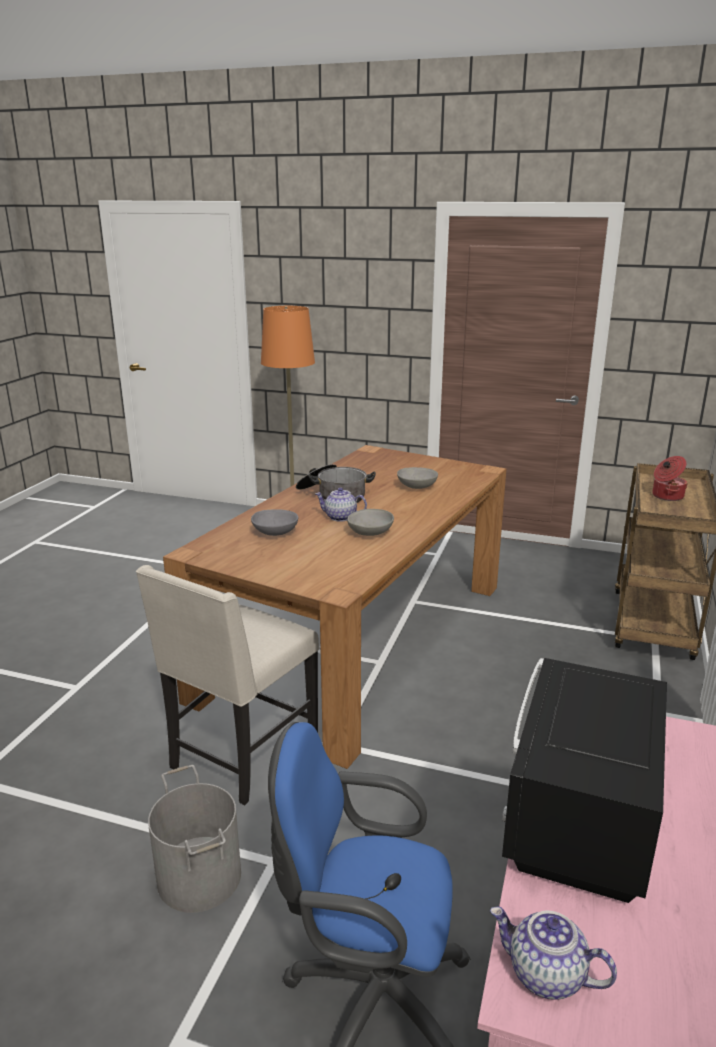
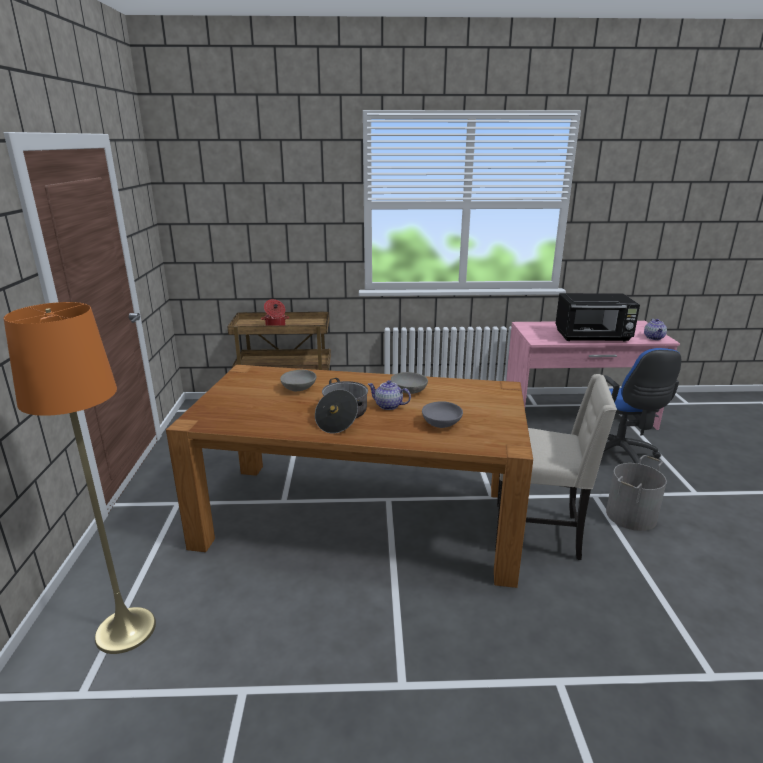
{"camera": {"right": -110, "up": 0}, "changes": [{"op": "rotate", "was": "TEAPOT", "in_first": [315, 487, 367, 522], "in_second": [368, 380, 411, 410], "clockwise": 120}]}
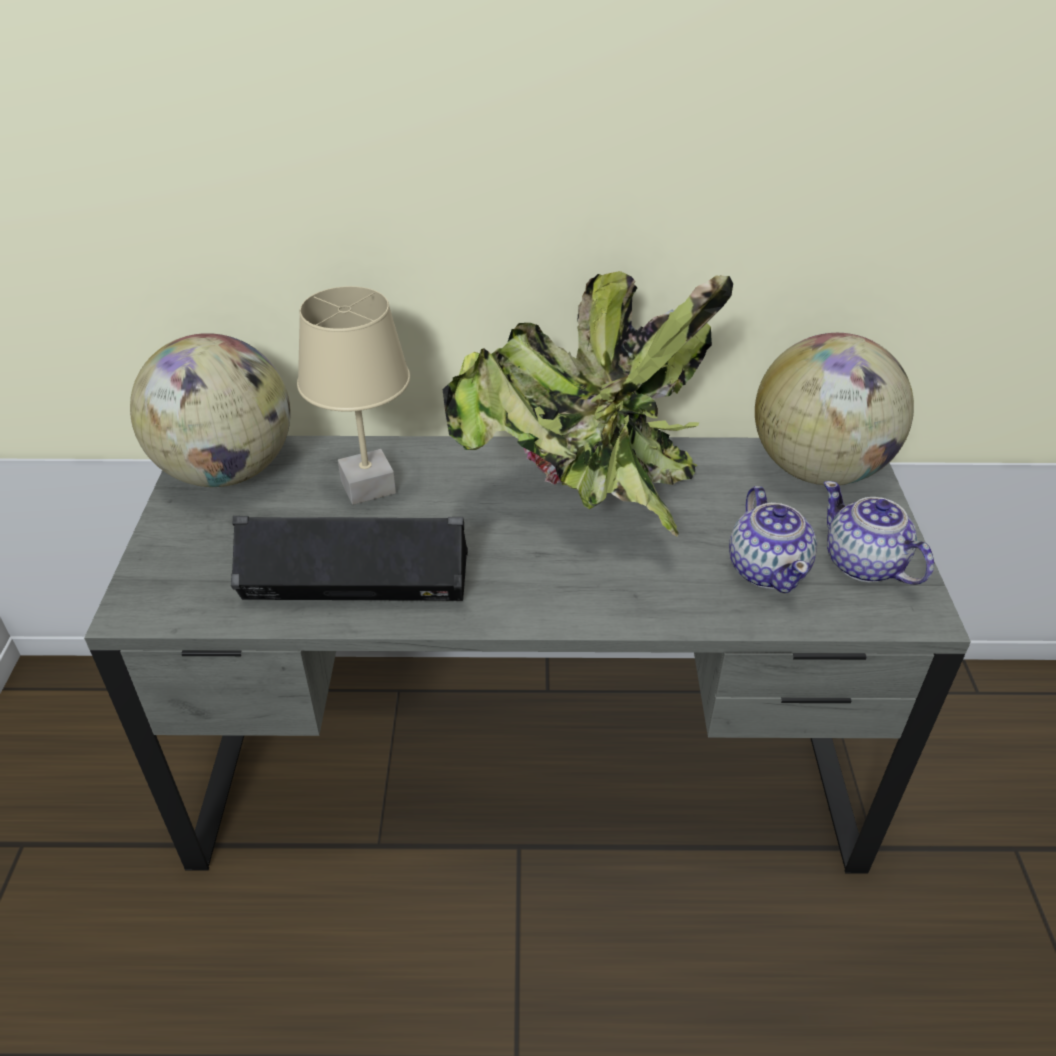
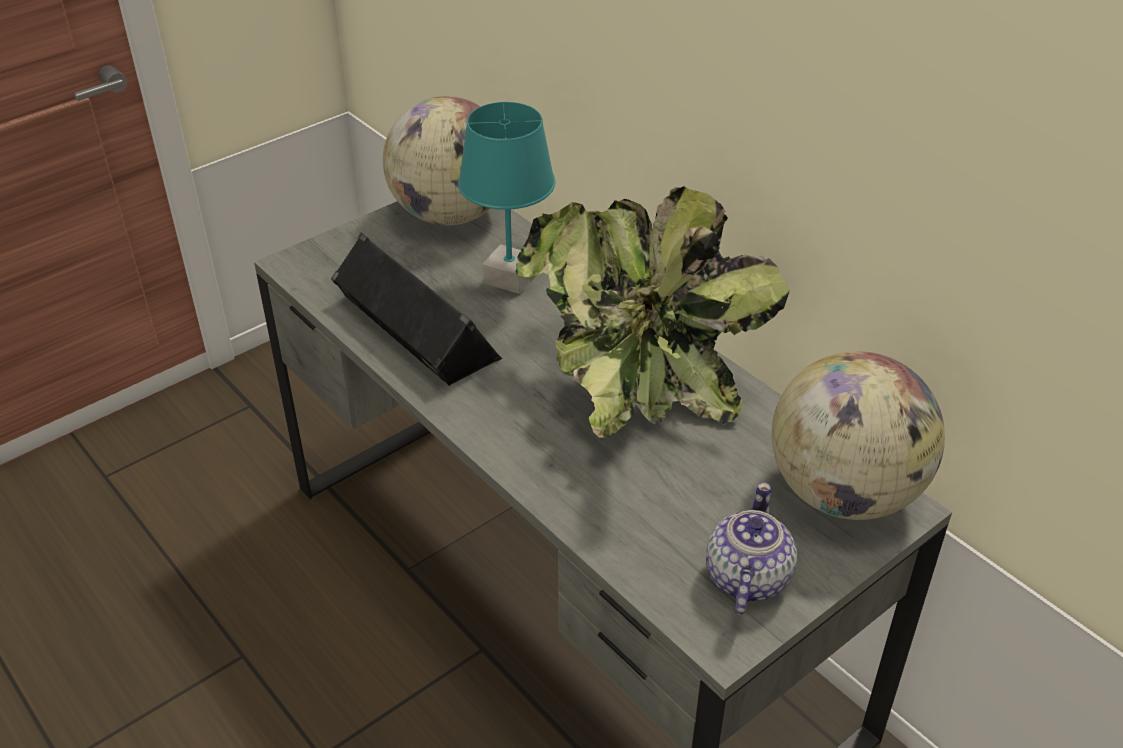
{"camera": {"right": 50, "up": 0}, "changes": [{"op": "recolor", "was": "SAND-COLOURED TABLE LAMP", "now": "TURQUOISE TABLE LAMP", "in_first": [297, 286, 410, 505], "in_second": [458, 102, 555, 294]}, {"op": "delete", "was": "TEAPOT", "in_first": [729, 486, 817, 593]}]}
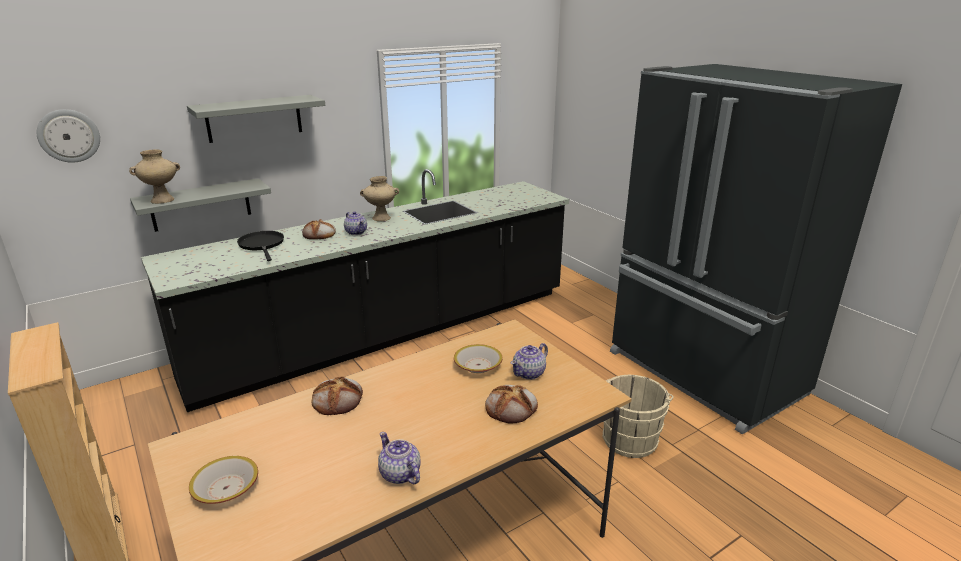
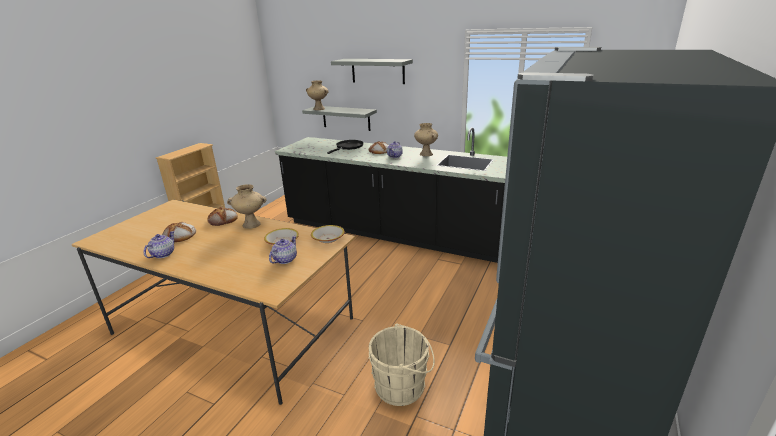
{"camera": {"right": 60, "up": 0}, "changes": [{"op": "move", "was": "BREAD", "in_first": [485, 385, 538, 424], "in_second": [162, 222, 196, 242]}, {"op": "insert", "now": "SAND-COLOURED VASE", "in_second": [227, 184, 267, 229]}, {"op": "rotate", "was": "TEAPOT", "in_first": [511, 343, 548, 380], "in_second": [269, 236, 297, 264], "clockwise": 105}, {"op": "move", "was": "BOWL", "in_first": [189, 456, 258, 504], "in_second": [311, 225, 345, 243]}, {"op": "delete", "was": "CLOCK ON THE WALL", "in_first": [37, 109, 100, 163]}]}
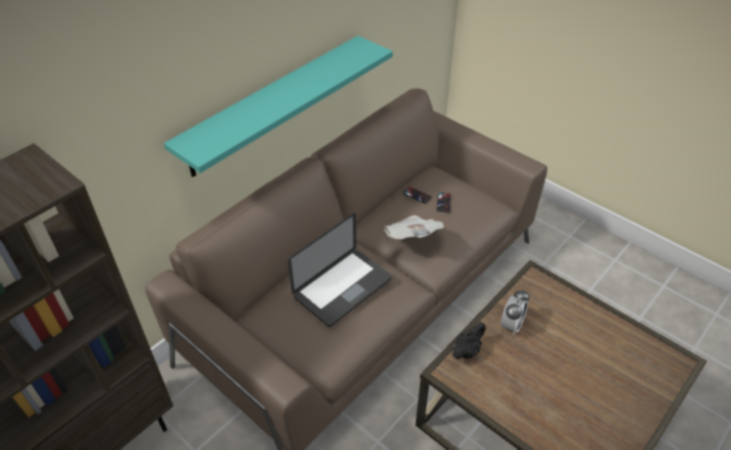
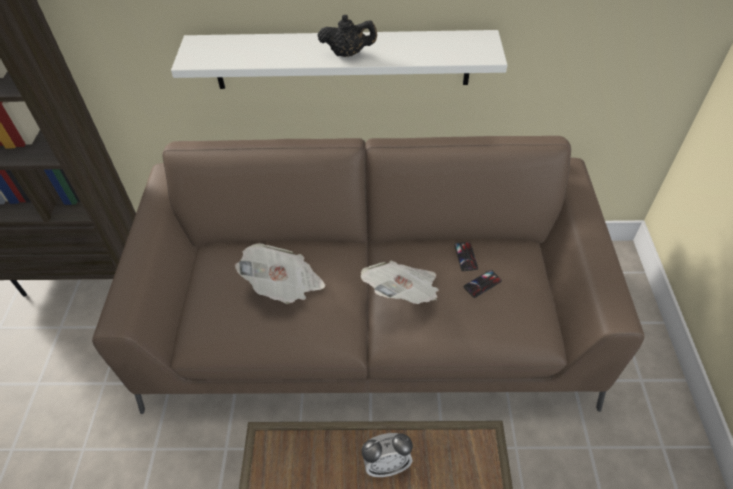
{"camera": {"right": 50, "up": 5}, "changes": [{"op": "recolor", "was": "TURQUOISE WALL SHELF", "now": "WHITISH WALL SHELF", "in_first": [164, 36, 393, 177], "in_second": [171, 30, 507, 89]}, {"op": "replace", "was": "LAPTOP", "now": "PRINTED PAPER", "in_first": [288, 213, 392, 327], "in_second": [235, 243, 325, 304]}, {"op": "move", "was": "BLACK TEAPOT", "in_first": [452, 322, 486, 359], "in_second": [317, 15, 377, 57]}]}
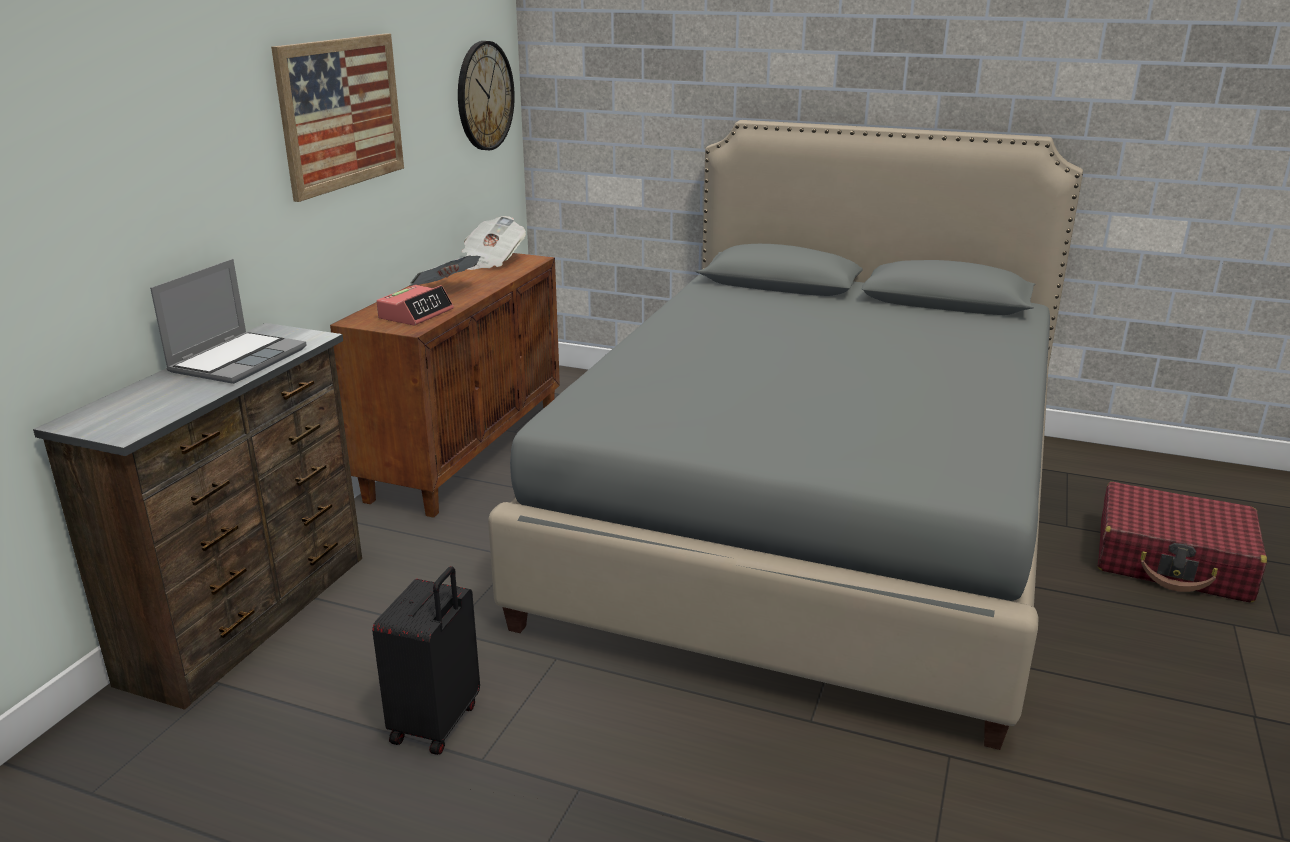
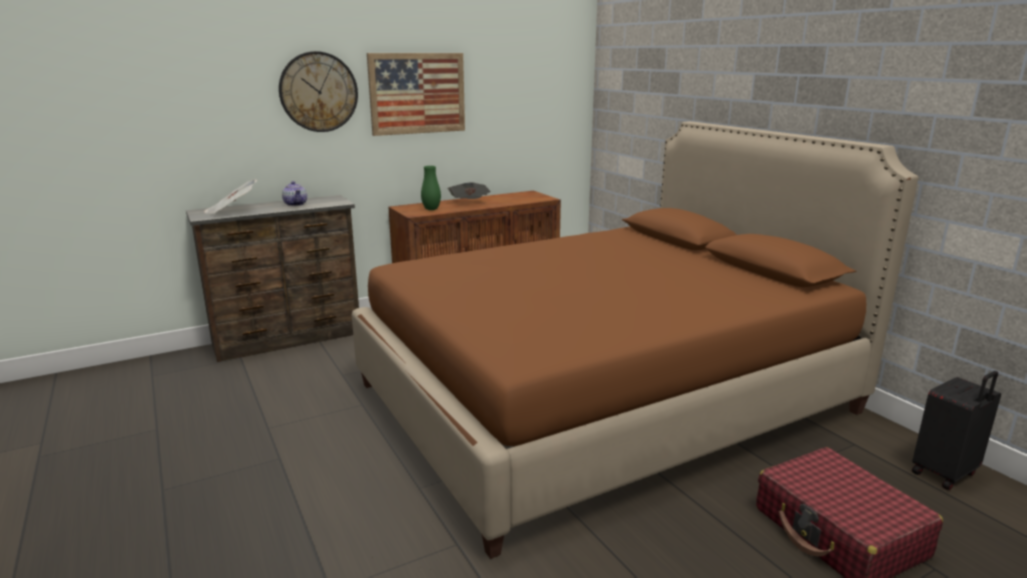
{"camera": {"right": 40, "up": -5}, "changes": [{"op": "move", "was": "PRINTED PAPER", "in_first": [462, 216, 526, 270], "in_second": [204, 179, 257, 214]}, {"op": "move", "was": "CLOCK ON THE WALL", "in_first": [458, 41, 515, 150], "in_second": [279, 51, 358, 132]}, {"op": "replace", "was": "LAPTOP", "now": "TEAPOT", "in_first": [150, 259, 306, 384], "in_second": [282, 181, 307, 206]}, {"op": "recolor", "was": "GREY SLEEPING BED", "now": "BROWNISH SLEEPING BED", "in_first": [488, 120, 1083, 750], "in_second": [352, 121, 918, 559]}, {"op": "replace", "was": "TABLE CLOCK", "now": "GREEN-COLOURED VASE", "in_first": [376, 285, 454, 325], "in_second": [421, 166, 441, 210]}, {"op": "move", "was": "BLACK TRAVEL CASE", "in_first": [372, 566, 480, 755], "in_second": [912, 371, 1001, 490]}]}
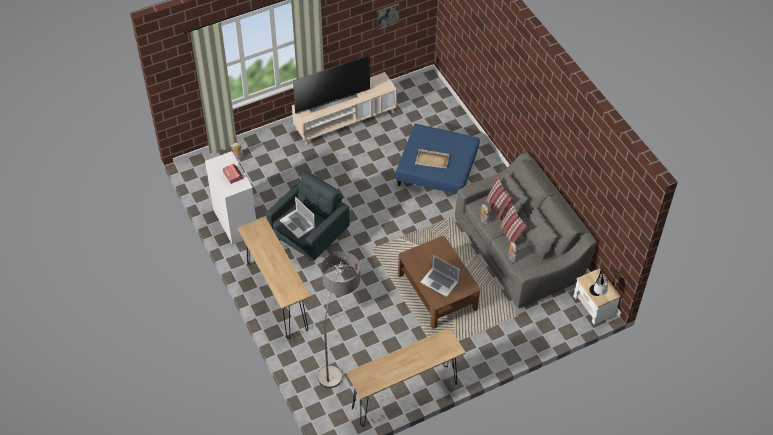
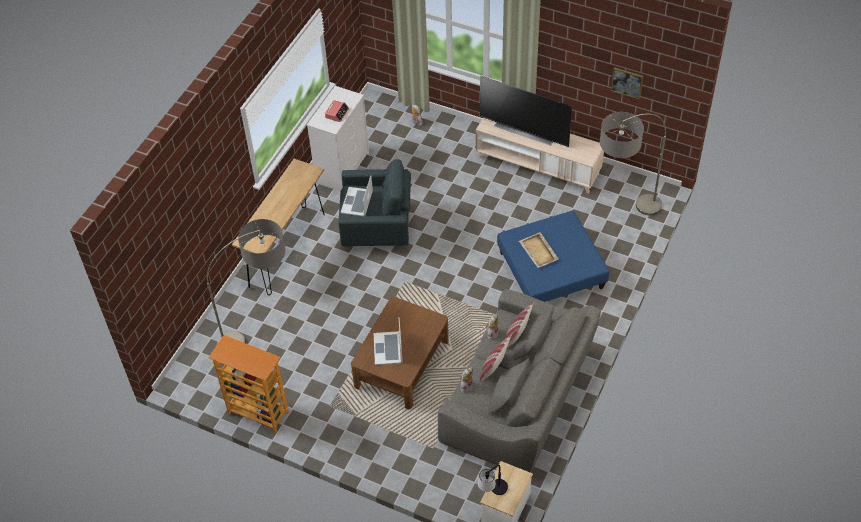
{"camera": {"right": 55, "up": 0}, "changes": [{"op": "replace", "was": "BROWNISH HALL TABLE", "now": "SHELVING UNIT", "in_first": [346, 328, 466, 426], "in_second": [208, 335, 289, 434]}, {"op": "insert", "now": "STANDARD LAMP", "in_second": [600, 112, 666, 215]}]}
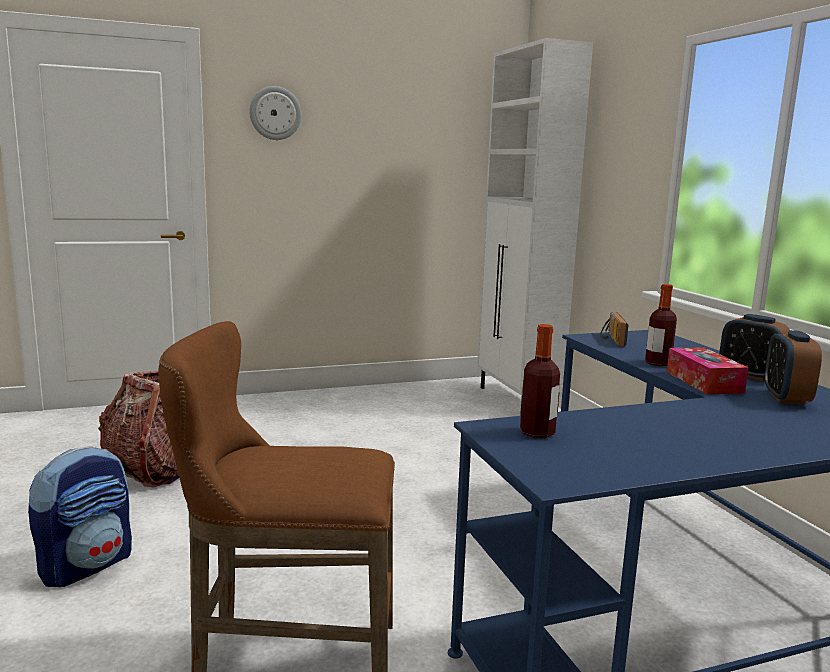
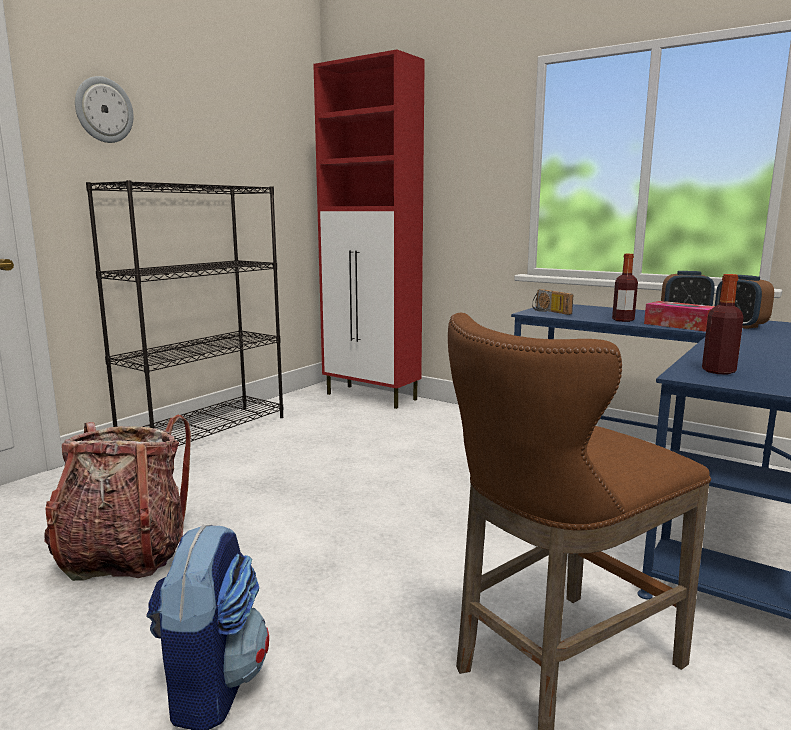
{"camera": {"right": -35, "up": 0}, "changes": [{"op": "insert", "now": "BLACK SHELVING UNIT", "in_second": [86, 180, 283, 446]}, {"op": "recolor", "was": "WHITISH STORAGE CABINET", "now": "RED STORAGE CABINET", "in_first": [477, 38, 593, 416], "in_second": [313, 49, 425, 409]}]}
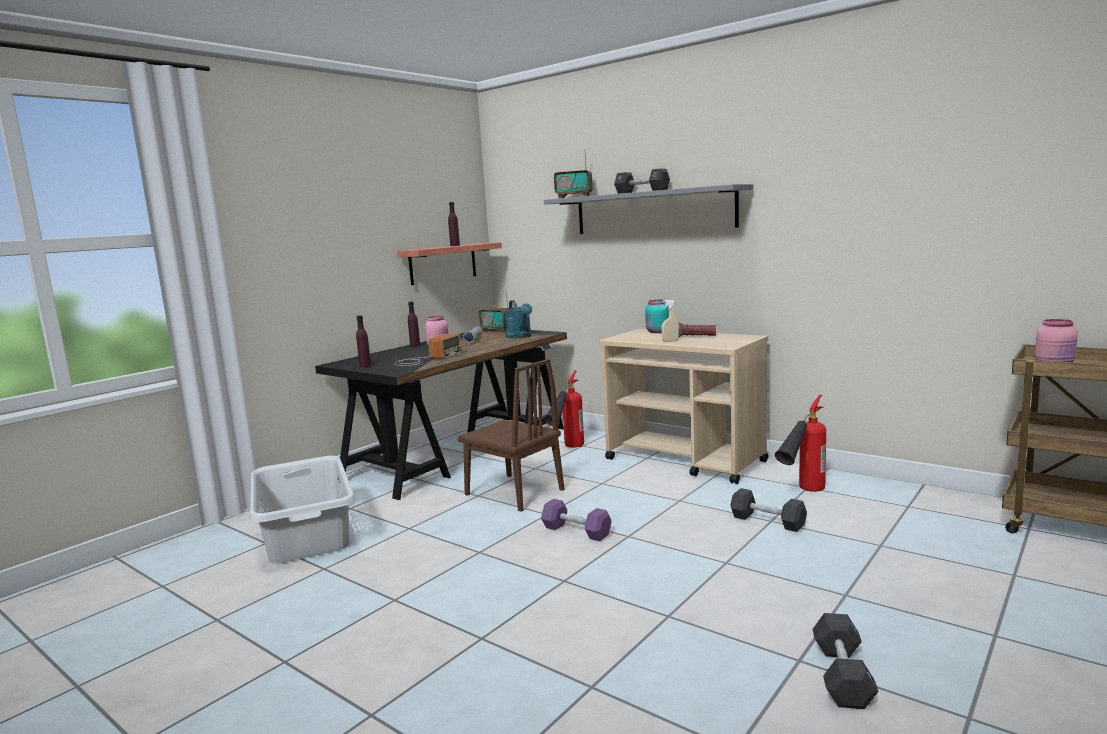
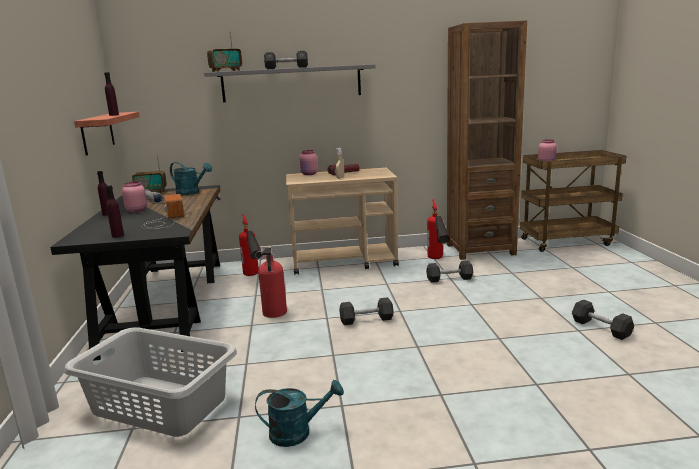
{"camera": {"right": -45, "up": 5}, "changes": [{"op": "replace", "was": "BROWNISH PLAIN CHAIR", "now": "EXTINGUISHER", "in_first": [458, 359, 565, 511], "in_second": [255, 246, 287, 318]}, {"op": "insert", "now": "TURQUOISE SPRINKLING CAN", "in_second": [255, 380, 344, 447]}, {"op": "recolor", "was": "TURQUOISE PRESERVE JAR", "now": "PINK PRESERVE JAR", "in_first": [645, 300, 669, 333], "in_second": [300, 150, 318, 175]}, {"op": "recolor", "was": "PURPLE-COLOURED FREE WEIGHT", "now": "BLACK FREE WEIGHT", "in_first": [541, 499, 611, 541], "in_second": [339, 297, 394, 325]}, {"op": "insert", "now": "BROWNISH SHELVING UNIT", "in_second": [447, 20, 527, 260]}]}
